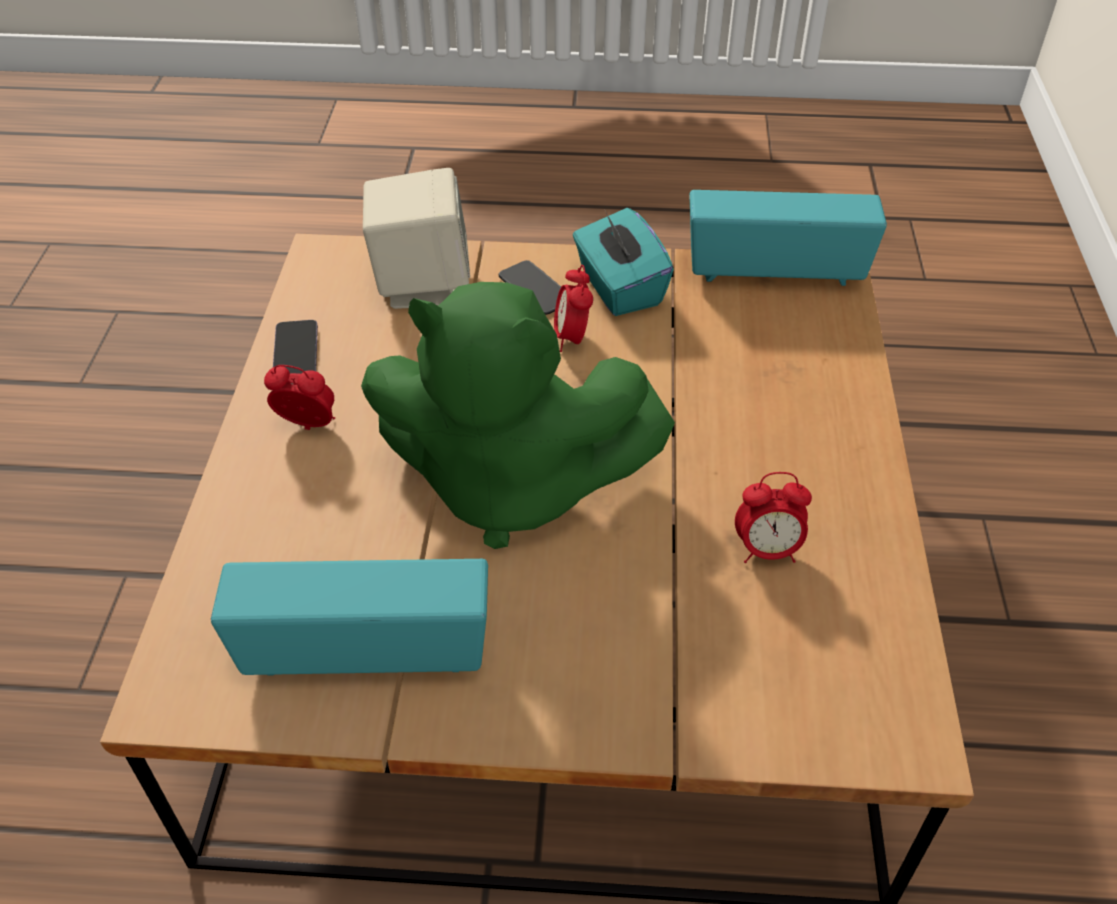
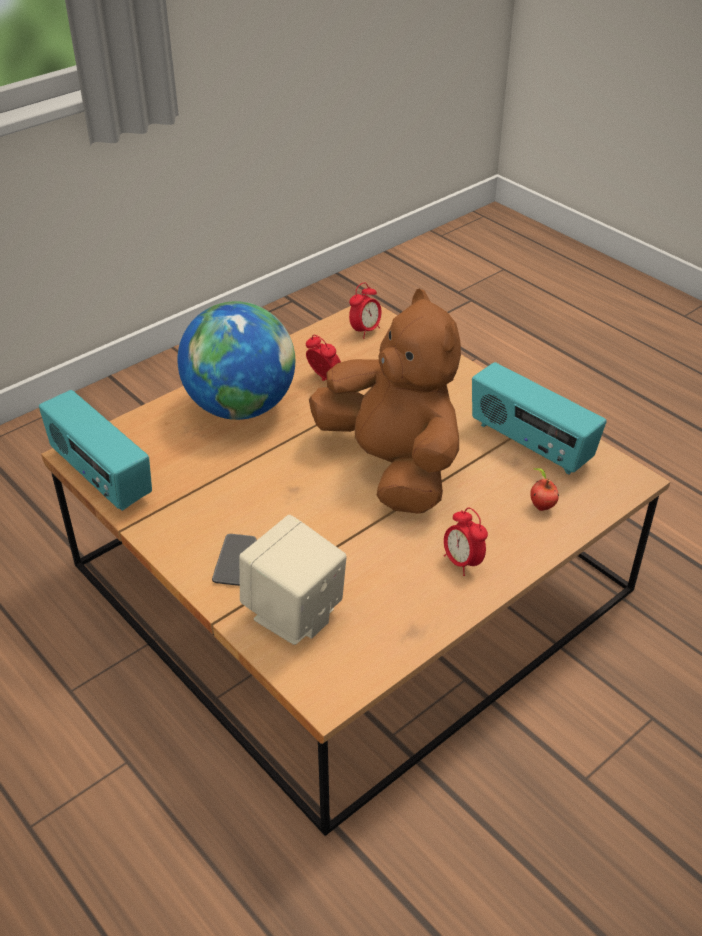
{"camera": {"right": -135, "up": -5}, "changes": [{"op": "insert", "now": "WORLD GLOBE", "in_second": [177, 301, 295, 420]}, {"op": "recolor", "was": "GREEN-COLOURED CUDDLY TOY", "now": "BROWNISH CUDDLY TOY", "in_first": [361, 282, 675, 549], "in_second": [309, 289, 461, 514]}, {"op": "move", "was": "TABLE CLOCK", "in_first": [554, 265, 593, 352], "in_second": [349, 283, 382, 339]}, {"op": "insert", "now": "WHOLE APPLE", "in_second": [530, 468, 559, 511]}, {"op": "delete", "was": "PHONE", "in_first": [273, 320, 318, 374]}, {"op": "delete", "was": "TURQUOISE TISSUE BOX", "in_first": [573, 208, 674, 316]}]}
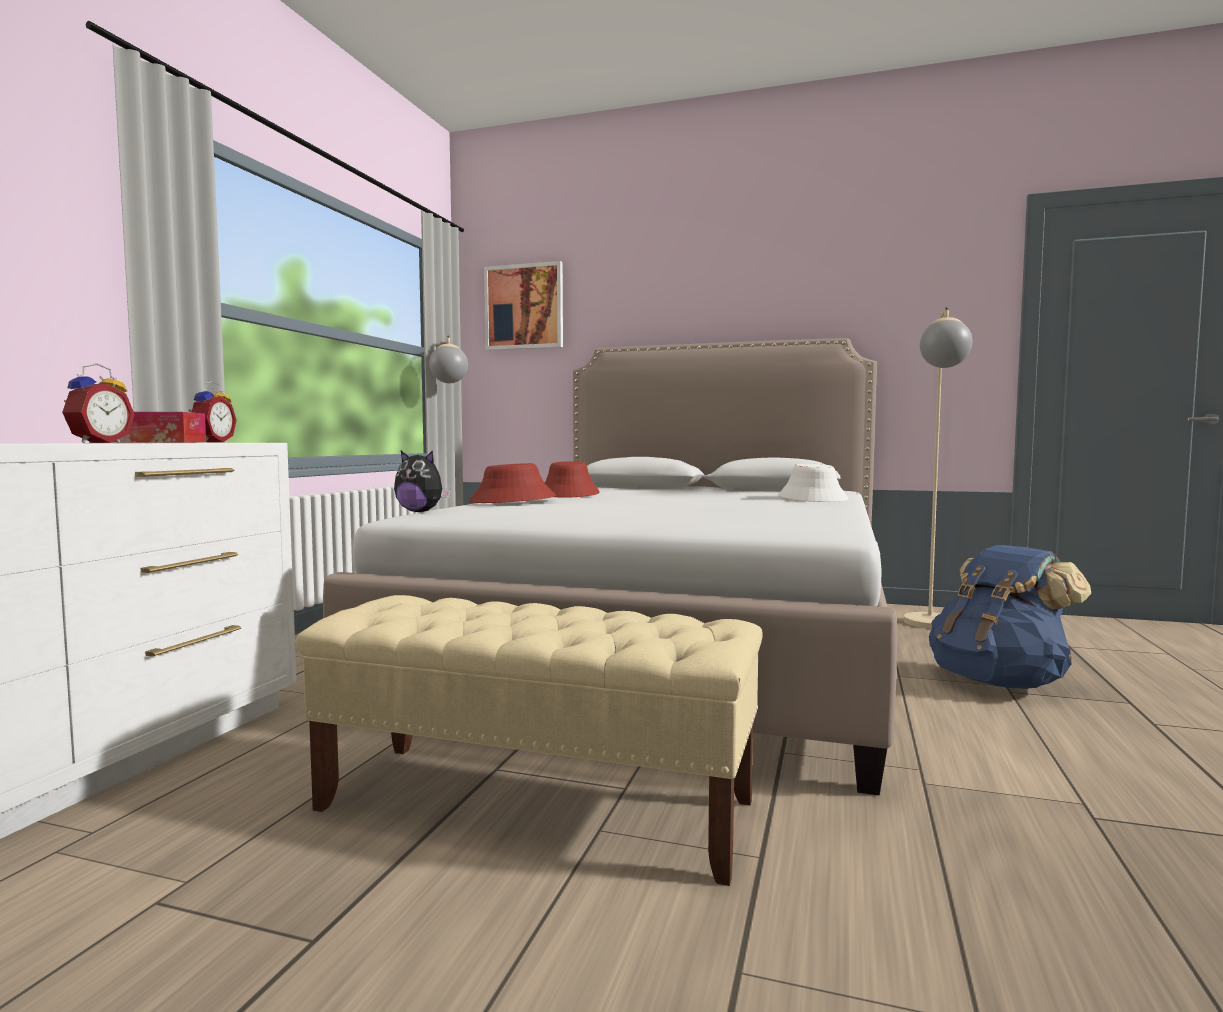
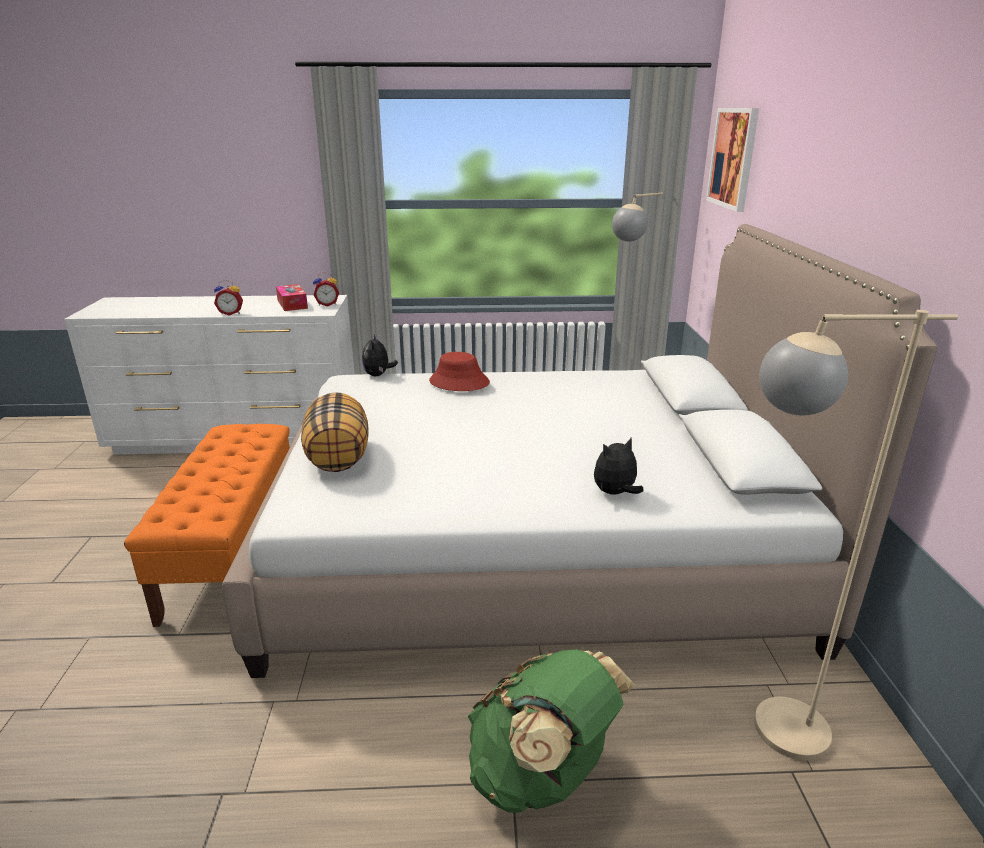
{"camera": {"right": 70, "up": 20}, "changes": [{"op": "recolor", "was": "SAND-COLOURED BENCH", "now": "ORANGEY BENCH", "in_first": [296, 595, 763, 886], "in_second": [124, 424, 290, 627]}, {"op": "insert", "now": "CUSHION", "in_second": [301, 392, 369, 472]}, {"op": "recolor", "was": "BLUISH KNAPSACK", "now": "GREEN-COLOURED KNAPSACK", "in_first": [929, 545, 1091, 689], "in_second": [468, 650, 635, 813]}, {"op": "replace", "was": "WHITISH HAT", "now": "CUDDLY TOY", "in_first": [778, 464, 849, 502], "in_second": [594, 437, 644, 495]}, {"op": "delete", "was": "RED HAT", "in_first": [545, 461, 600, 498]}]}
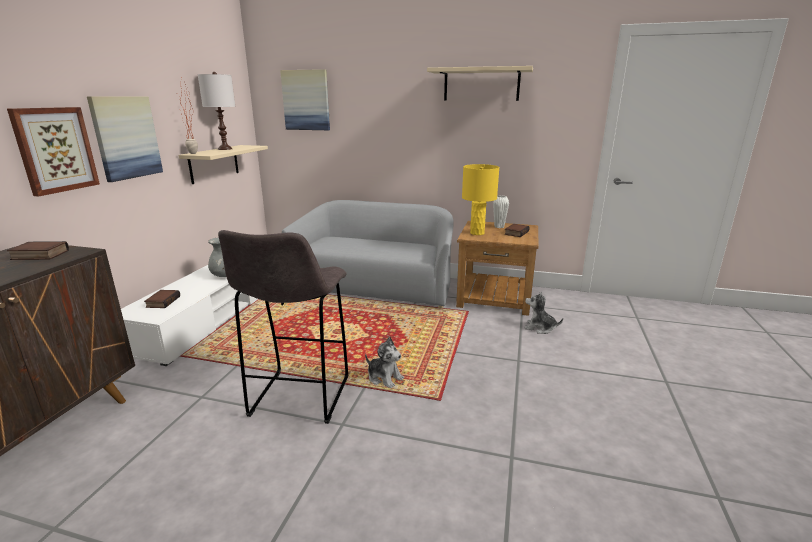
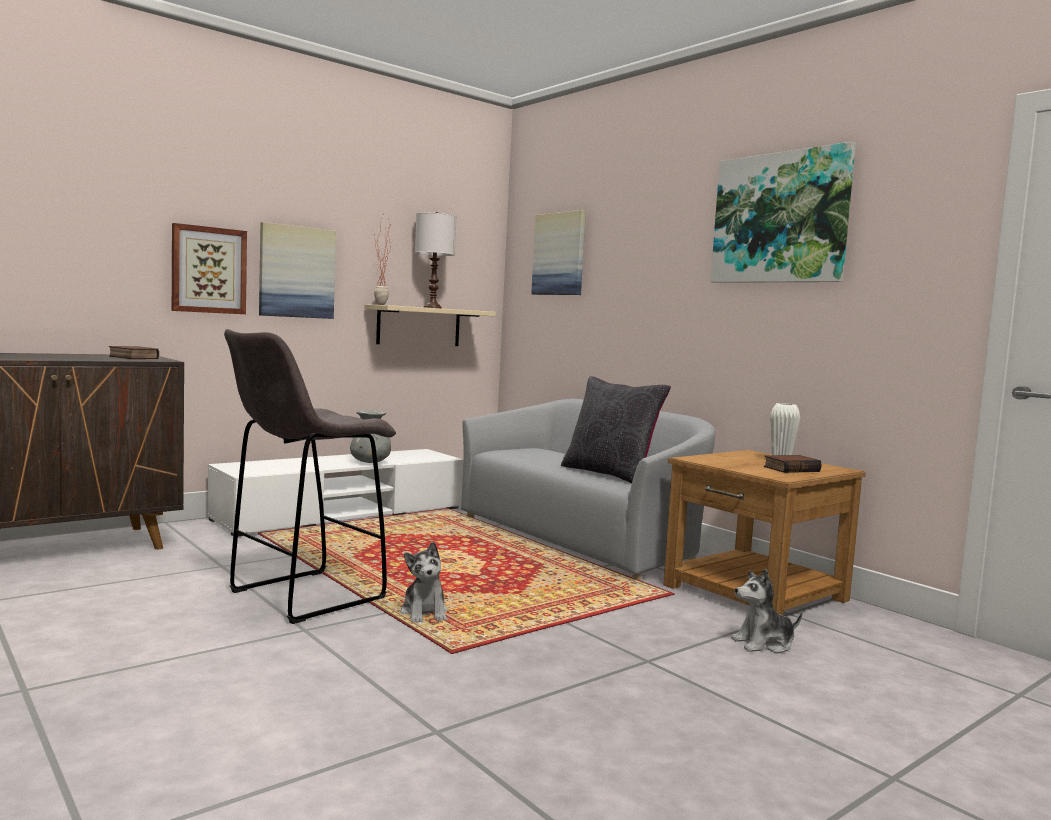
{"camera": {"right": 35, "up": -15}, "changes": [{"op": "insert", "now": "BLACK CUSHION", "in_second": [561, 376, 671, 483]}, {"op": "replace", "was": "SAND-COLOURED WALL SHELF", "now": "WALL PICTURE", "in_first": [427, 66, 533, 101], "in_second": [710, 142, 856, 283]}, {"op": "rotate", "was": "CUDDLY TOY", "in_first": [524, 292, 563, 334], "in_second": [731, 569, 802, 654], "clockwise": -75}, {"op": "delete", "was": "BOOK", "in_first": [144, 290, 180, 308]}, {"op": "delete", "was": "YELLOW TABLE LAMP", "in_first": [462, 164, 499, 235]}]}
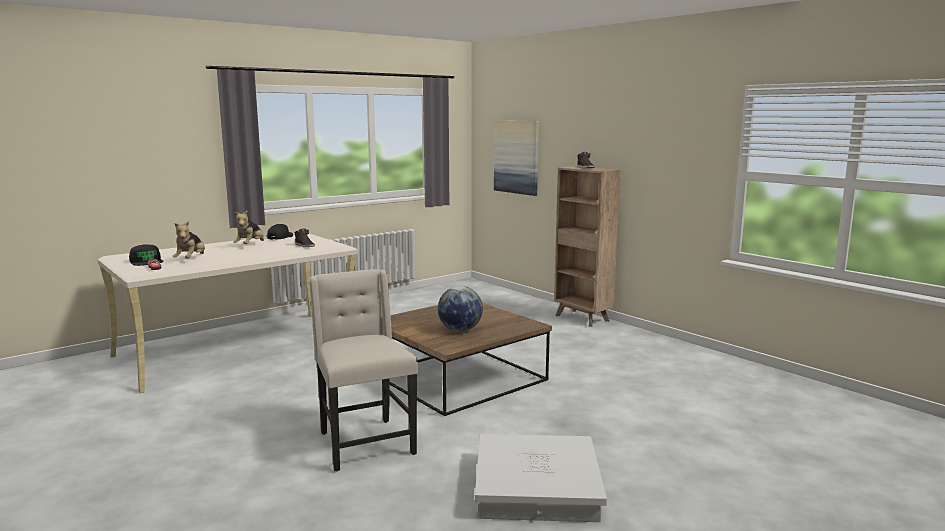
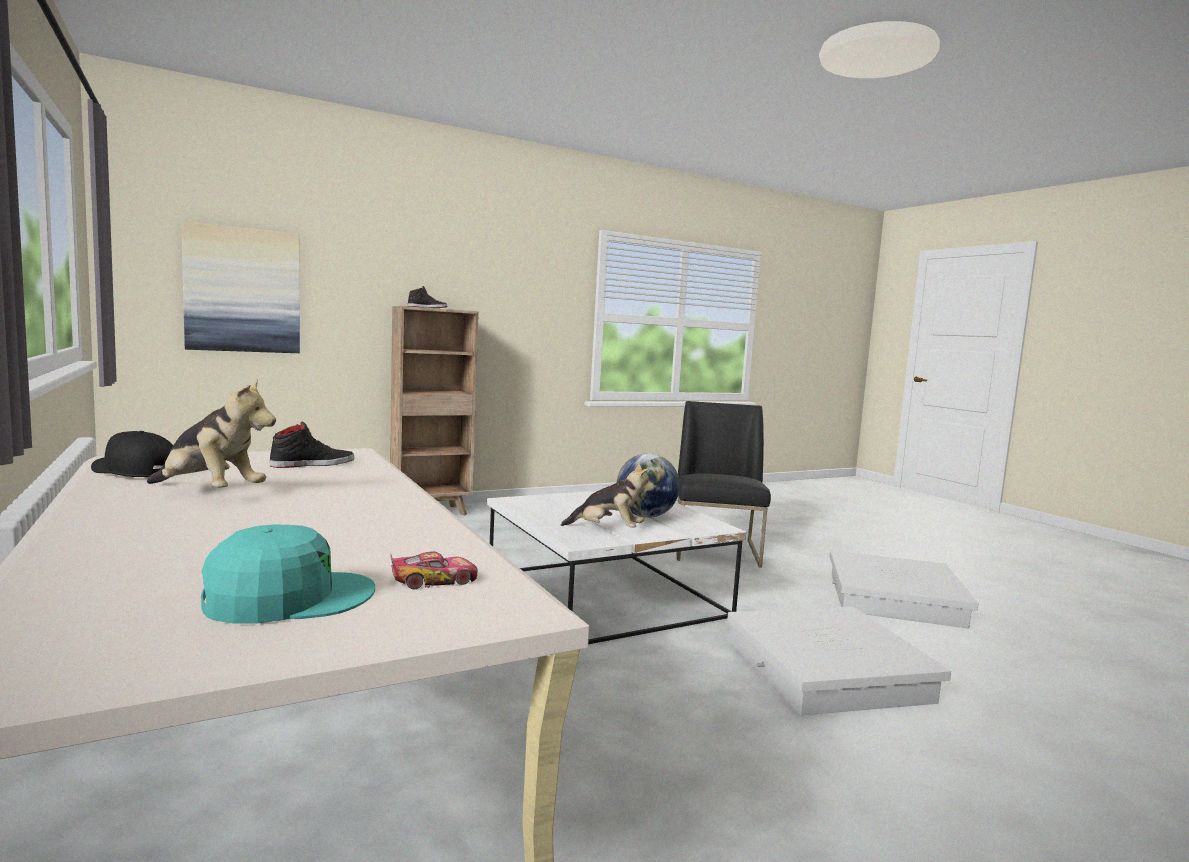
{"camera": {"right": -80, "up": -5}, "changes": [{"op": "recolor", "was": "BLACK BASEBALL CAP", "now": "TURQUOISE BASEBALL CAP", "in_first": [129, 244, 163, 266], "in_second": [201, 525, 375, 623]}, {"op": "recolor", "was": "BROWNISH LOW TABLE", "now": "WHITISH LOW TABLE", "in_first": [390, 303, 552, 416], "in_second": [487, 491, 747, 644]}, {"op": "move", "was": "CUDDLY TOY", "in_first": [173, 221, 205, 258], "in_second": [561, 463, 654, 528]}, {"op": "insert", "now": "BLACK PLAIN CHAIR", "in_second": [676, 401, 771, 568]}, {"op": "replace", "was": "SAND-COLOURED PLAIN CHAIR", "now": "WHITISH STORAGE BOX", "in_first": [309, 269, 418, 471], "in_second": [727, 607, 951, 715]}]}
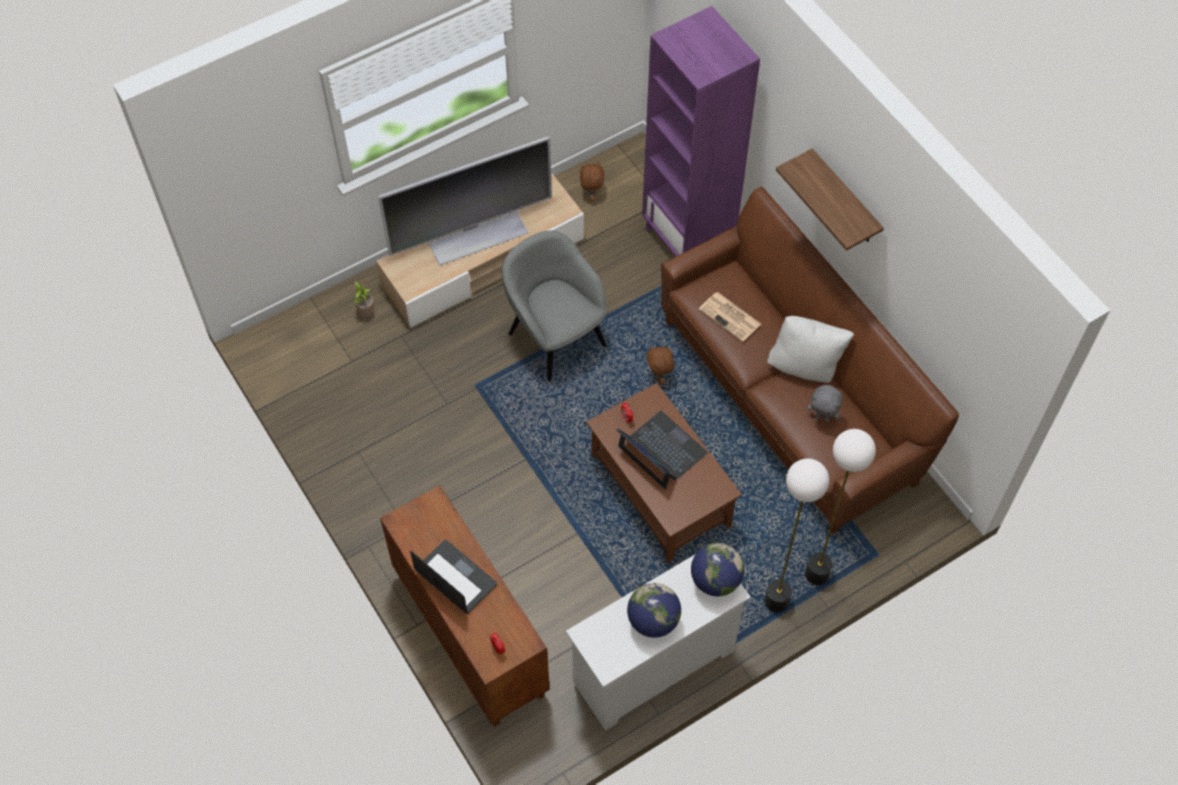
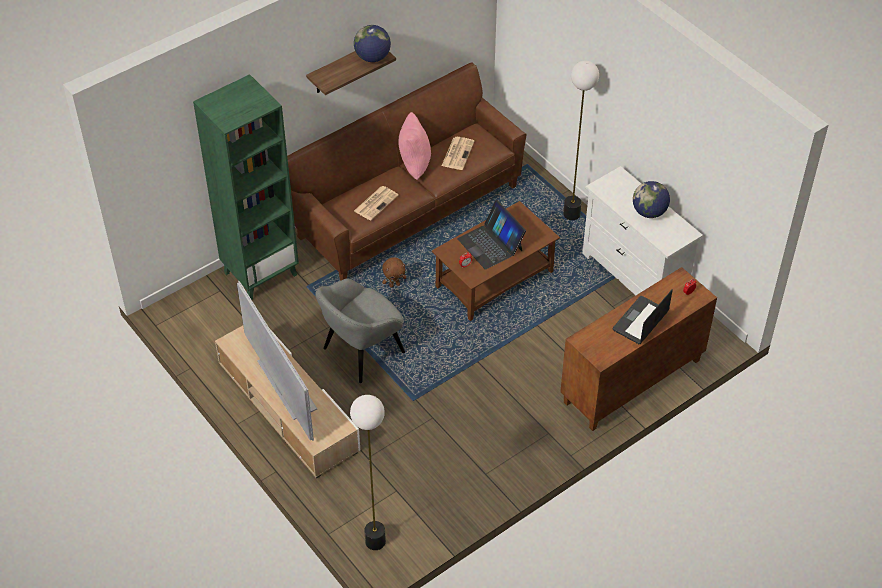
{"camera": {"right": -95, "up": -10}, "changes": [{"op": "recolor", "was": "PURPLE-COLOURED SHELVING UNIT", "now": "GREEN-COLOURED SHELVING UNIT", "in_first": [642, 6, 760, 256], "in_second": [193, 74, 299, 300]}, {"op": "move", "was": "STANDARD LAMP", "in_first": [805, 429, 876, 585], "in_second": [350, 395, 386, 550]}, {"op": "move", "was": "WORLD GLOBE", "in_first": [691, 543, 744, 596], "in_second": [354, 25, 391, 62]}, {"op": "recolor", "was": "WHITISH CUSHION", "now": "PINK CUSHION", "in_first": [767, 316, 854, 383], "in_second": [398, 112, 431, 180]}, {"op": "replace", "was": "GREY CUDDLY TOY", "now": "PRINTED PAPER", "in_first": [807, 385, 843, 422], "in_second": [442, 137, 475, 170]}, {"op": "rotate", "was": "LAPTOP", "in_first": [616, 411, 708, 489], "in_second": [457, 200, 526, 270], "clockwise": -75}, {"op": "delete", "was": "PLANT IN A POT", "in_first": [353, 281, 374, 317]}, {"op": "delete", "was": "BROWNISH CUDDLY TOY", "in_first": [580, 162, 604, 201]}]}
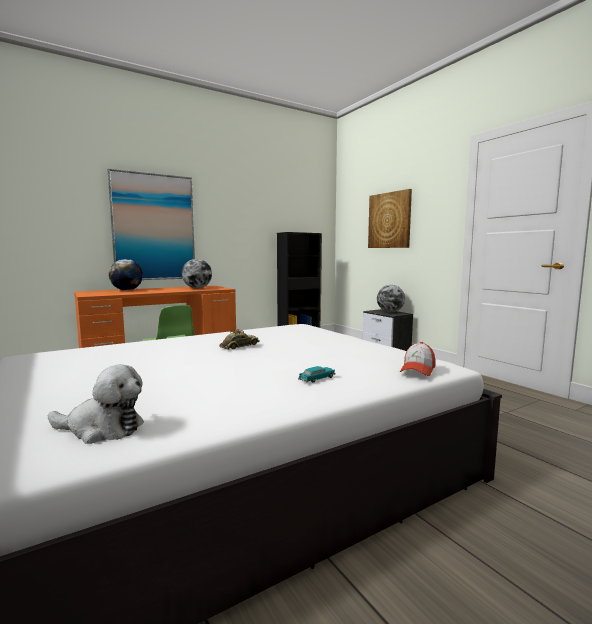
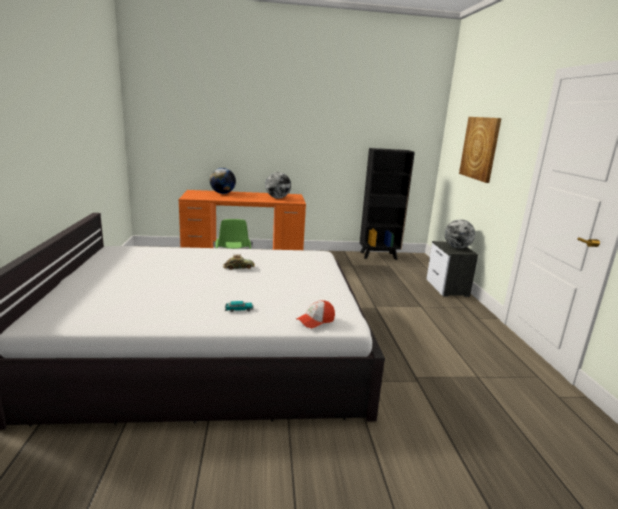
{"camera": {"right": 25, "up": 10}, "changes": [{"op": "delete", "was": "CUDDLY TOY", "in_first": [48, 364, 144, 444]}, {"op": "delete", "was": "WALL PICTURE", "in_first": [108, 169, 195, 280]}]}
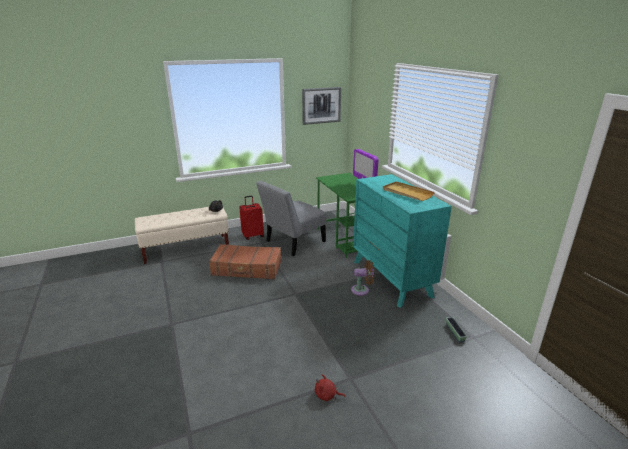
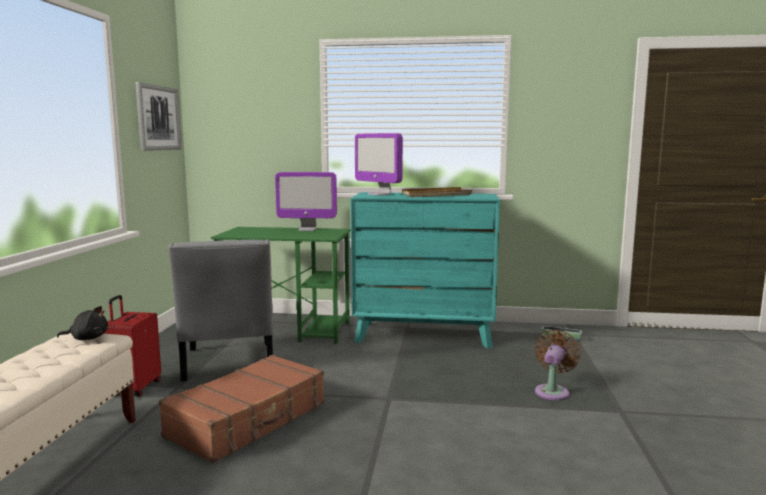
{"camera": {"right": -60, "up": -15}, "changes": [{"op": "insert", "now": "COMPUTER DISPLAY", "in_second": [355, 133, 403, 196]}, {"op": "move", "was": "BROWNISH ELECTRIC FAN", "in_first": [351, 260, 374, 296], "in_second": [535, 329, 581, 401]}, {"op": "delete", "was": "RED CUDDLY TOY", "in_first": [315, 374, 345, 401]}]}
